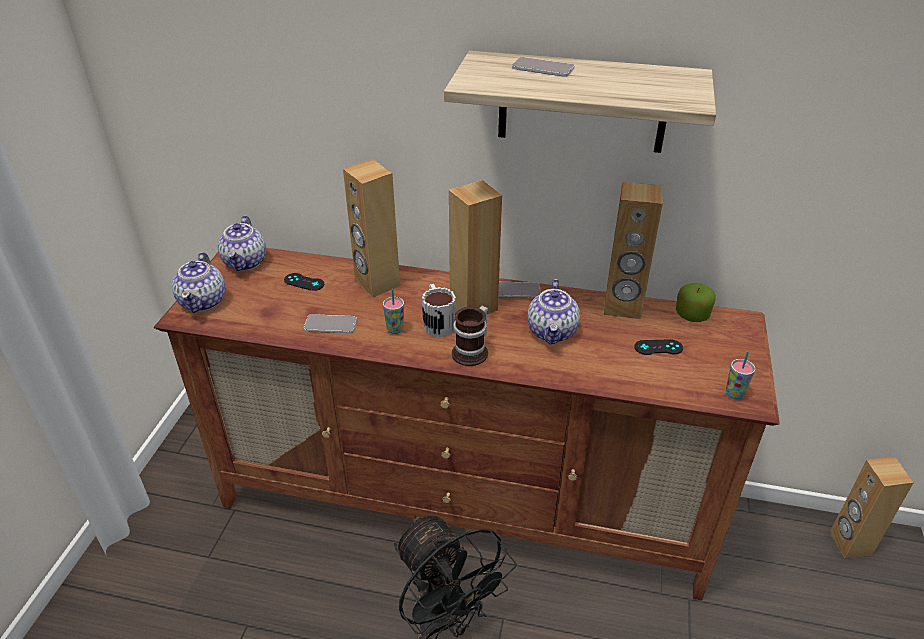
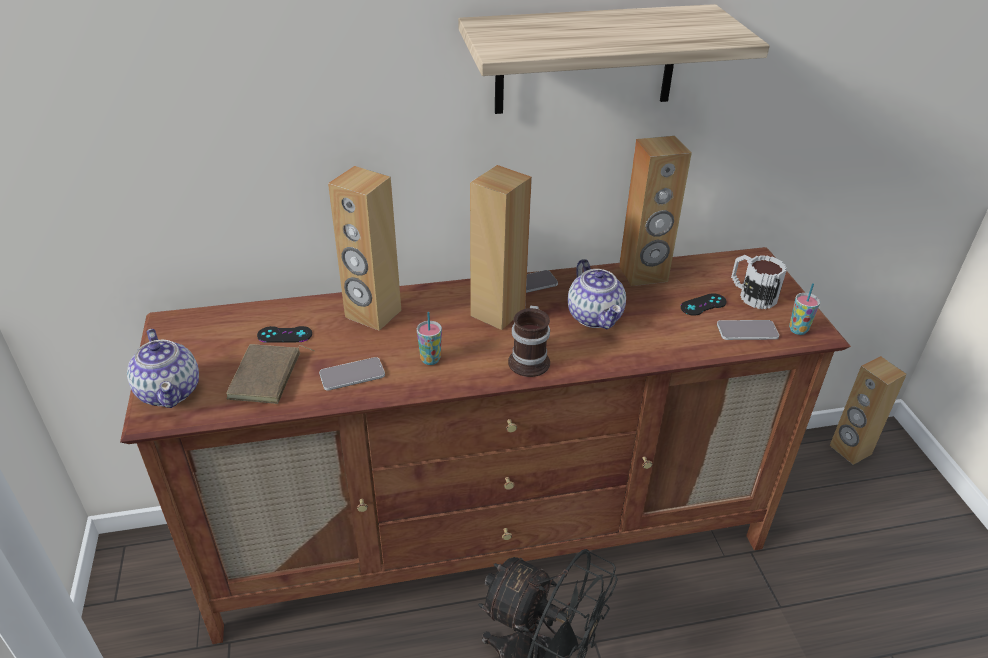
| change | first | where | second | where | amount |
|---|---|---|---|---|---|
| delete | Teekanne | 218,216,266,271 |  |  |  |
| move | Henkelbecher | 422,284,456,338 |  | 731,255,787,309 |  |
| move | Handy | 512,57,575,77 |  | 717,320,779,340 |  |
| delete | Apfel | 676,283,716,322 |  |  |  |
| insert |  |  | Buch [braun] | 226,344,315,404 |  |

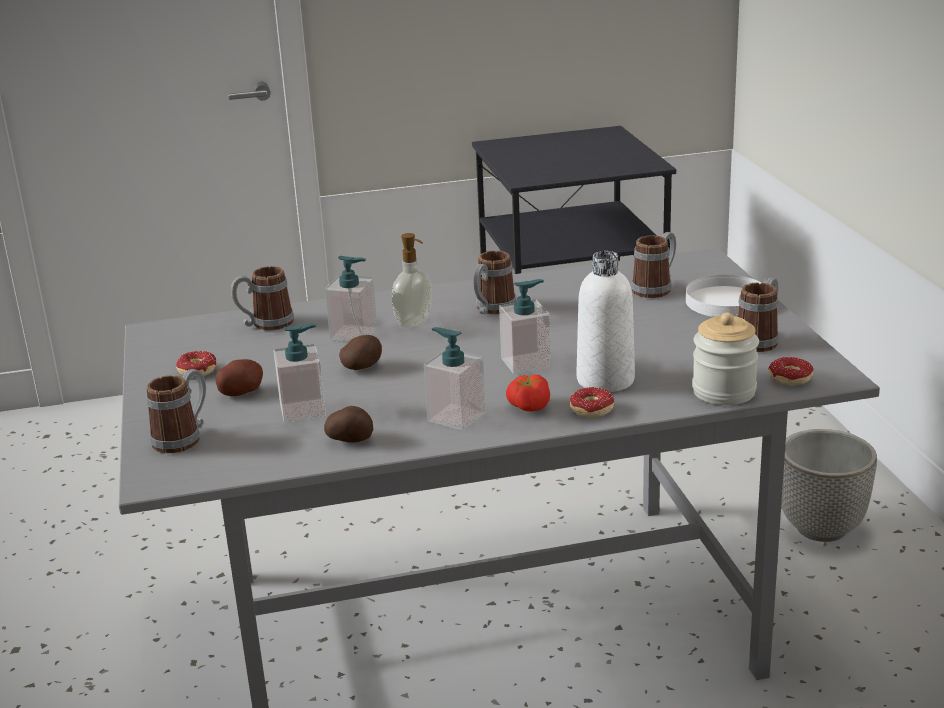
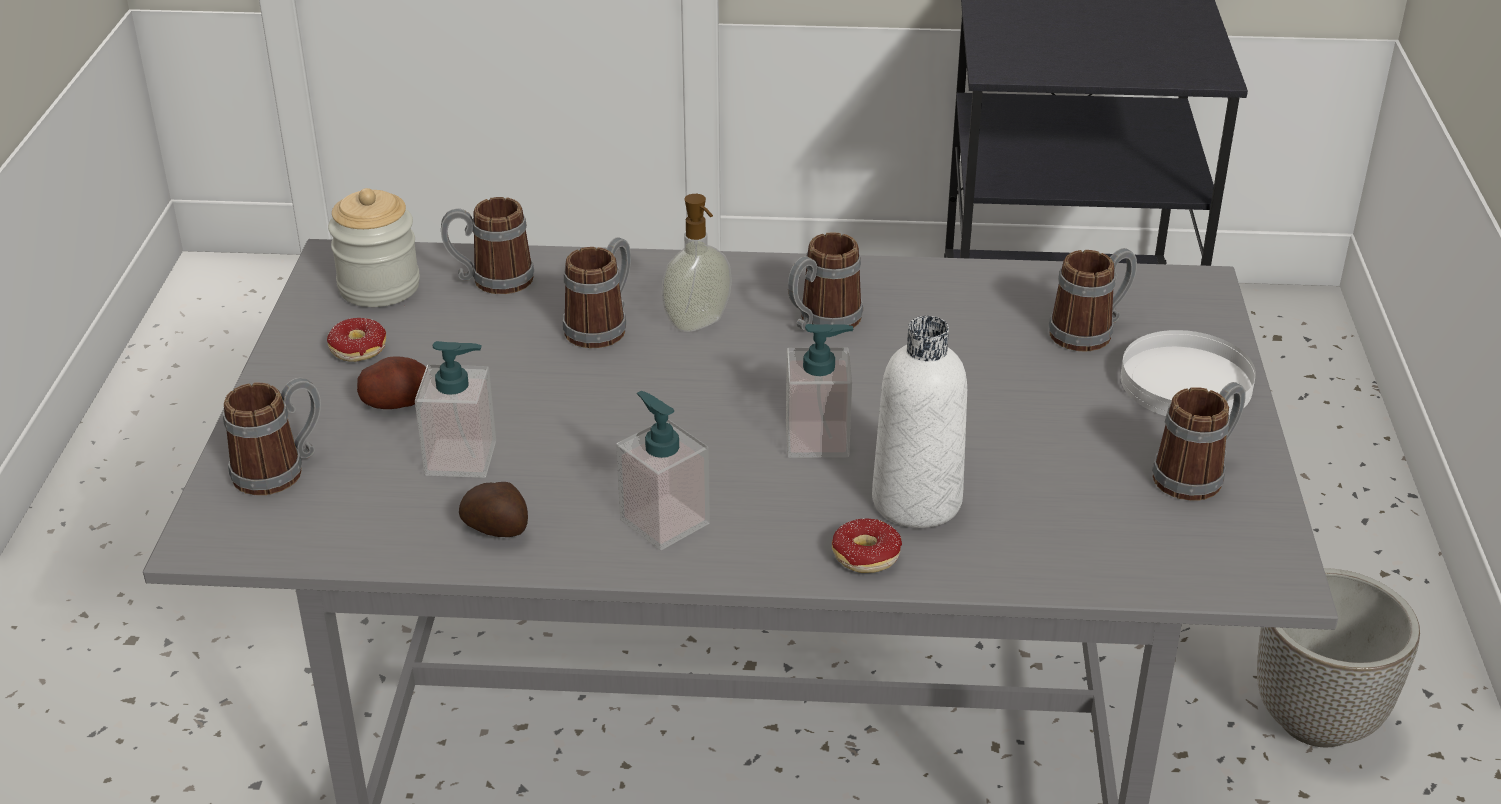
| change | first | where | second | where | amount |
|---|---|---|---|---|---|
| replace | Seifenspender | 325,256,378,342 | Henkelbecher | 563,238,631,348 |  |
| delete | Kartoffel | 339,335,382,370 |  |  |  |
| delete | Tomate | 506,374,550,412 |  |  |  |
| move | Vorratsglas | 692,312,759,405 |  | 328,188,420,307 |  |
| delete | Donut | 768,357,814,385 |  |  |  |

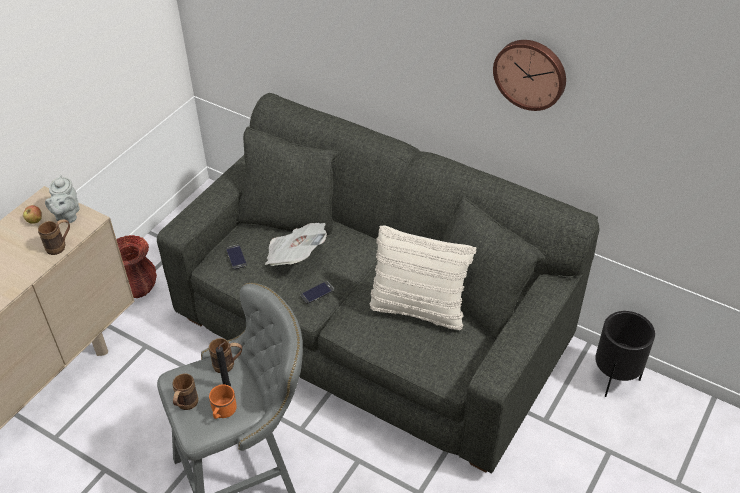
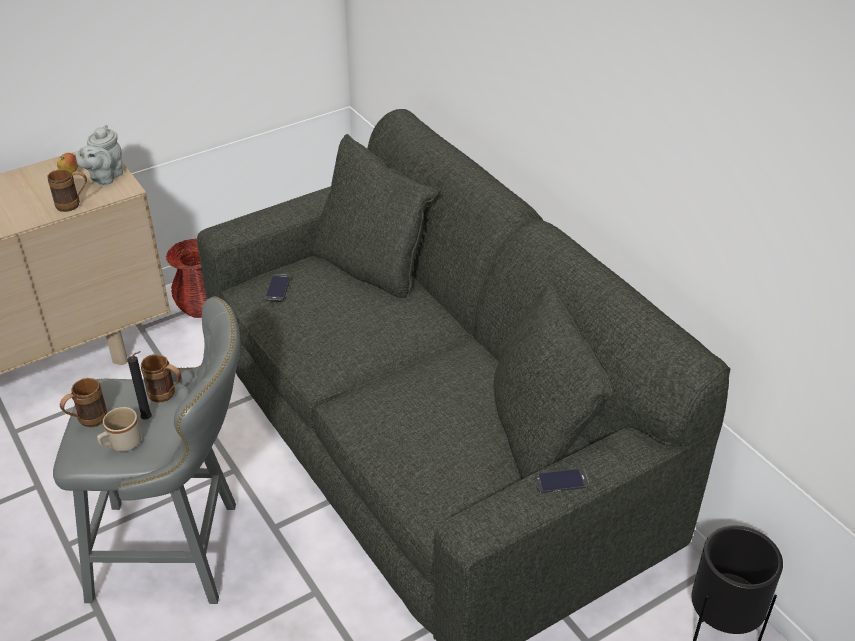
| change | first | where | second | where | amount |
|---|---|---|---|---|---|
| recolor | Henkelbecher [orange] | 209,384,237,419 | Henkelbecher [beige] | 97,407,141,452 |  |
| delete | Zeitung | 265,223,327,266 |  |  |  |
| move | Handy | 301,281,334,304 |  | 534,468,589,493 |  |
| delete | Kissen [beige] | 370,225,477,330 |  |  |  |
| delete | Wanduhr | 493,40,566,111 |  |  |  |

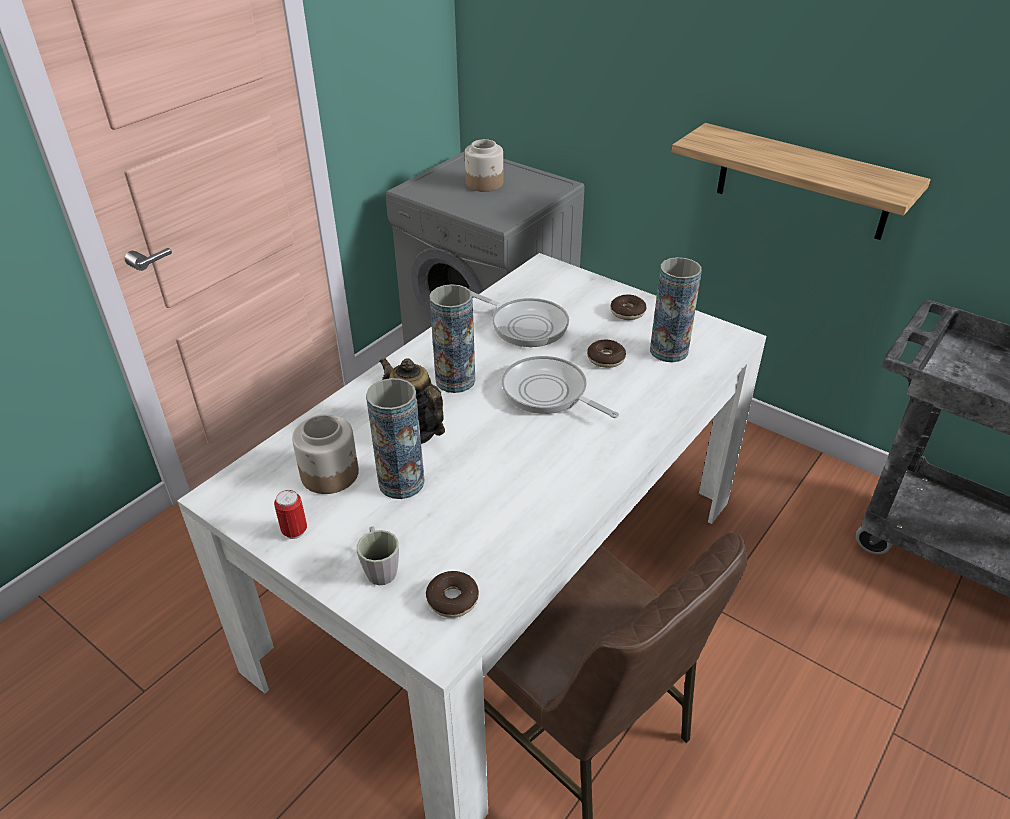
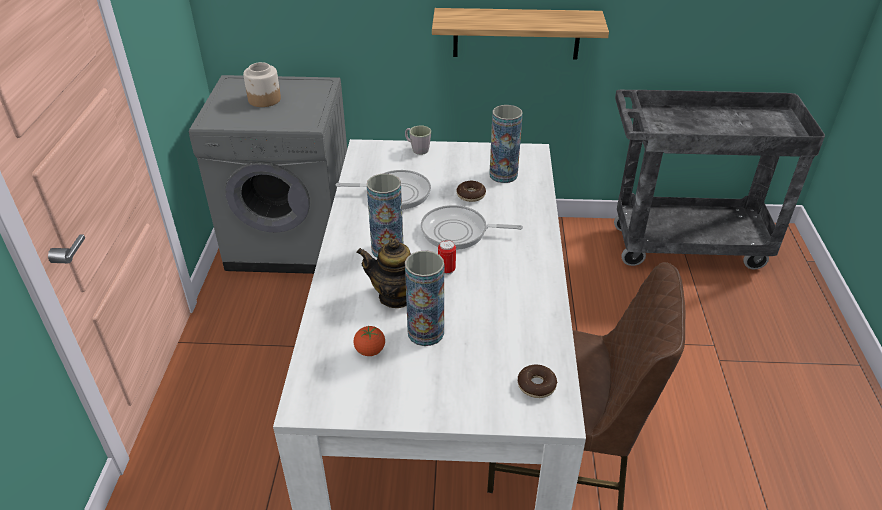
| change | first | where | second | where | amount |
|---|---|---|---|---|---|
| move | Dose | 274,490,307,539 |  | 438,240,456,275 |  |
| replace | Vorratsglas | 292,415,359,494 | Tomate | 354,325,385,356 |  |
| move | Henkelbecher [grau] | 357,526,399,585 |  | 405,126,431,155 |  |
| delete | Donut | 610,294,647,320 |  |  |  |

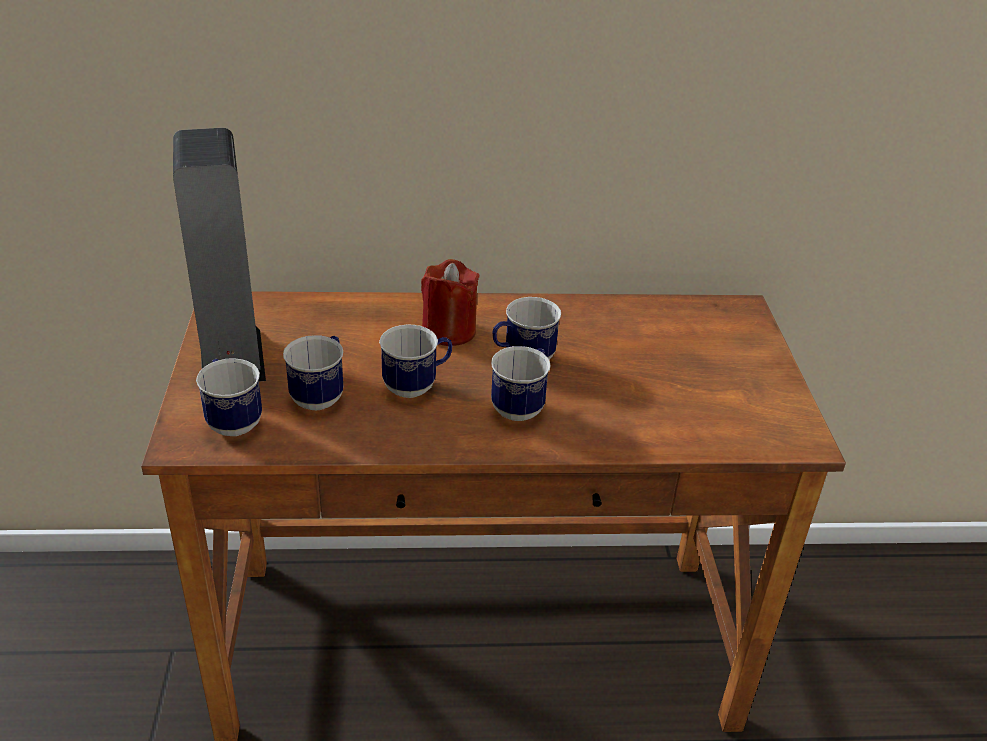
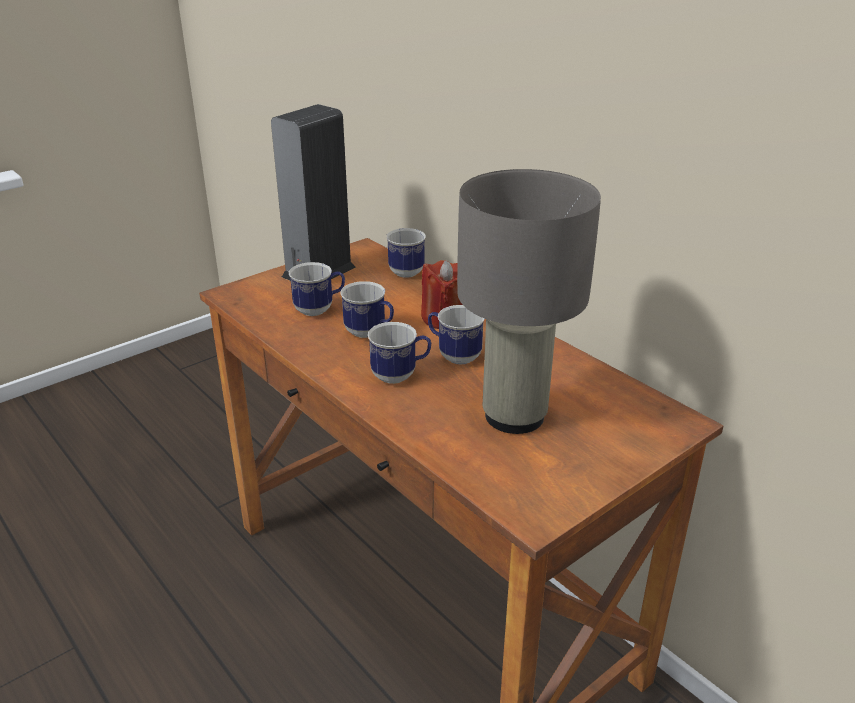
| change | first | where | second | where | amount |
|---|---|---|---|---|---|
| move | Henkelbecher | 196,359,262,436 |  | 386,228,426,278 |  |
| insert |  |  | Tischlampe [grau] | 457,169,601,434 |  |

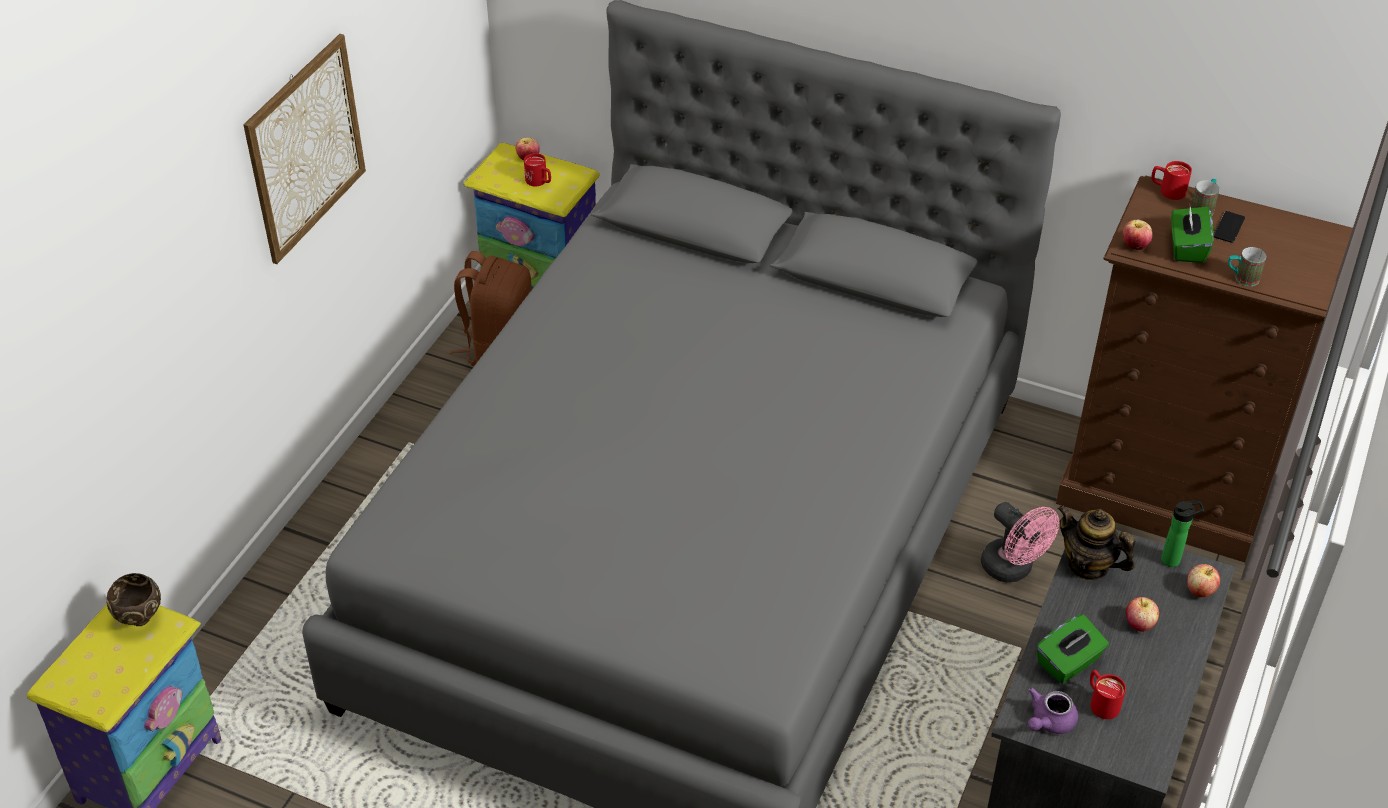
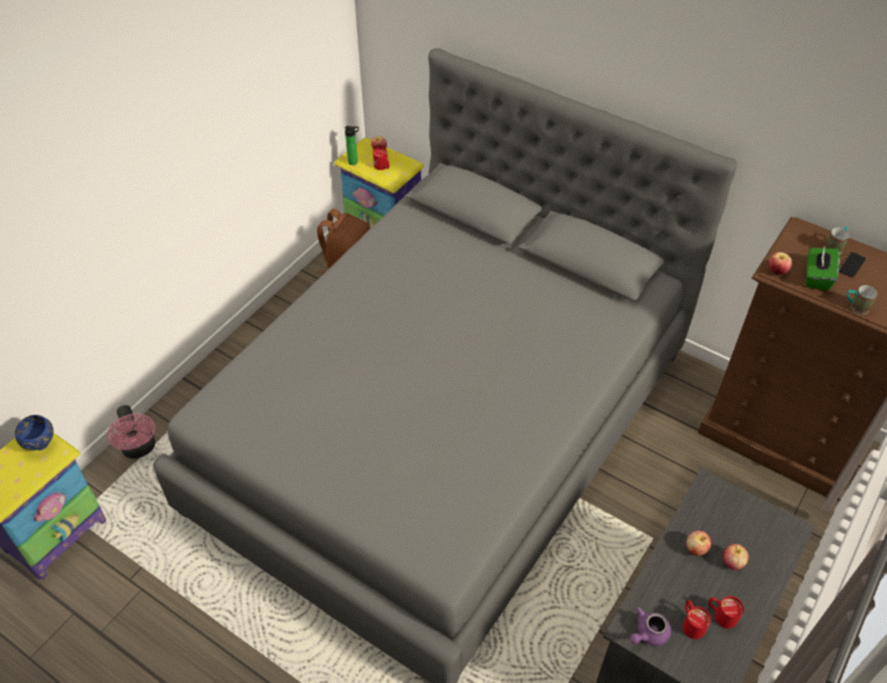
| change | first | where | second | where | amount |
|---|---|---|---|---|---|
| recolor | Schüssel [braun] | 106,573,161,626 | Schüssel [blau] | 15,415,54,451 |  |
| delete | Bild | 243,34,366,264 |  |  |  |
| move | Ventilator [rosa] | 981,502,1059,582 |  | 107,405,155,458 |  |
| delete | Taschentuchbox [grün] | 1036,614,1109,684 |  |  |  |
| delete | Teekanne | 1058,505,1136,581 |  |  |  |
| move | Henkelbecher [rot] | 1151,161,1192,200 |  | 708,596,744,629 |  |
| move | Flasche | 1161,501,1204,567 |  | 344,126,359,165 |  |
| move | Apfel | 1187,564,1220,597 |  | 686,530,711,556 |  |

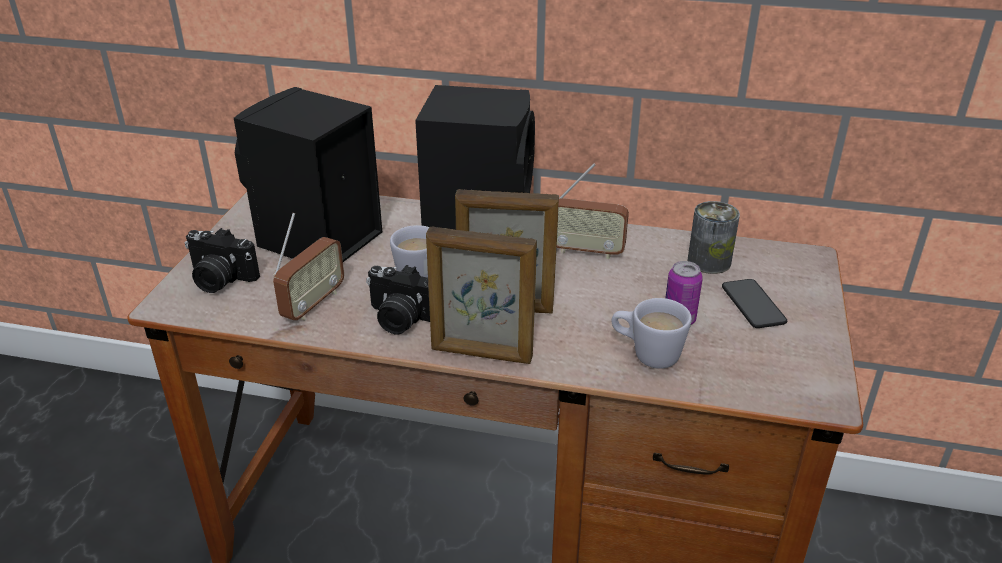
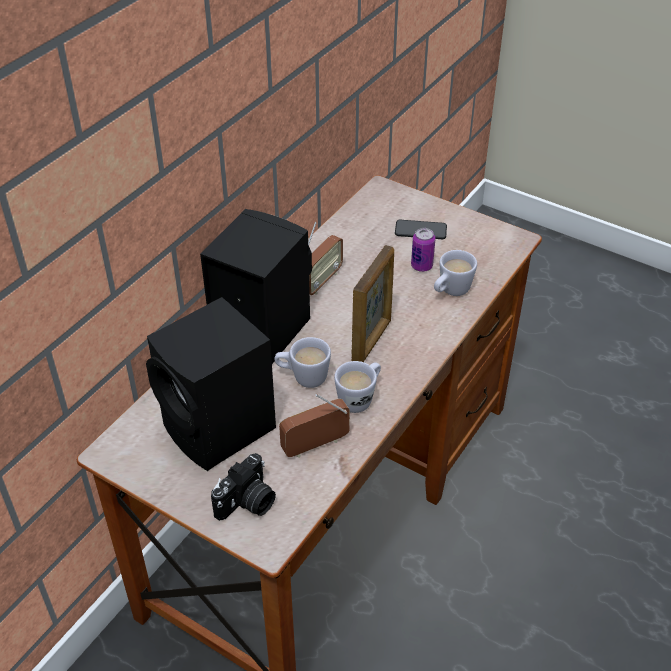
| change | first | where | second | where | amount |
|---|---|---|---|---|---|
| rotate | Radio | 273,213,344,321 |  | 279,394,350,458 | 75 degrees counterclockwise |
| replace | Kamera | 366,265,430,334 | Henkelbecher [weiß] | 334,361,381,413 |  |
| delete | Bilderrahmen | 426,226,537,364 |  |  |  |
| delete | Dose | 687,201,740,274 |  |  |  |

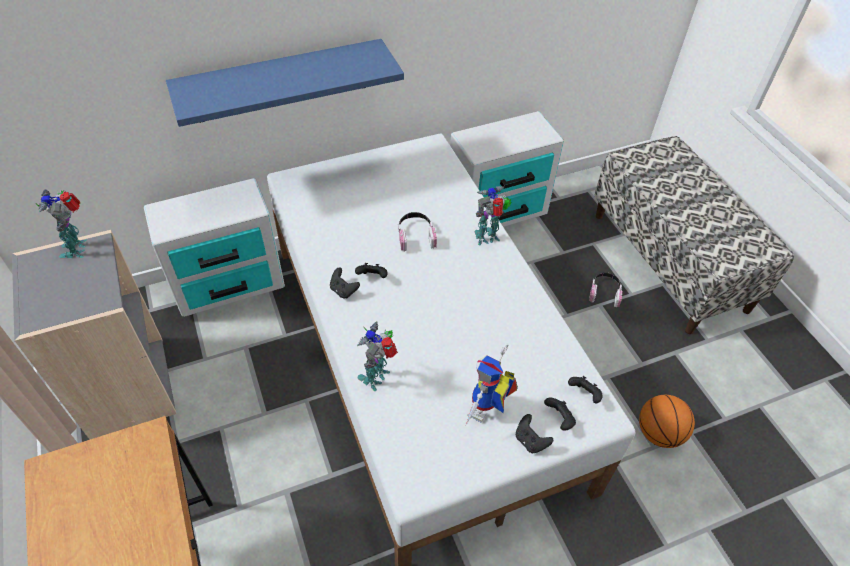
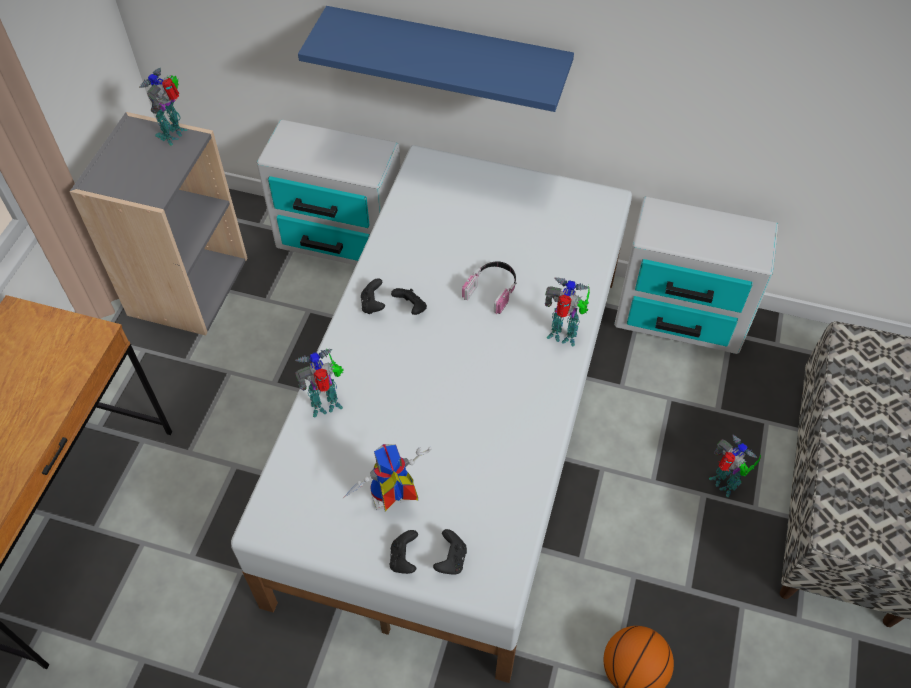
| change | first | where | second | where | amount |
|---|---|---|---|---|---|
| delete | Gamepad [schwarz] | 568,376,603,403 |  |  |  |
| replace | Kopfhörer | 589,272,622,308 | Spielzeugroboter | 709,434,761,497 |  |

